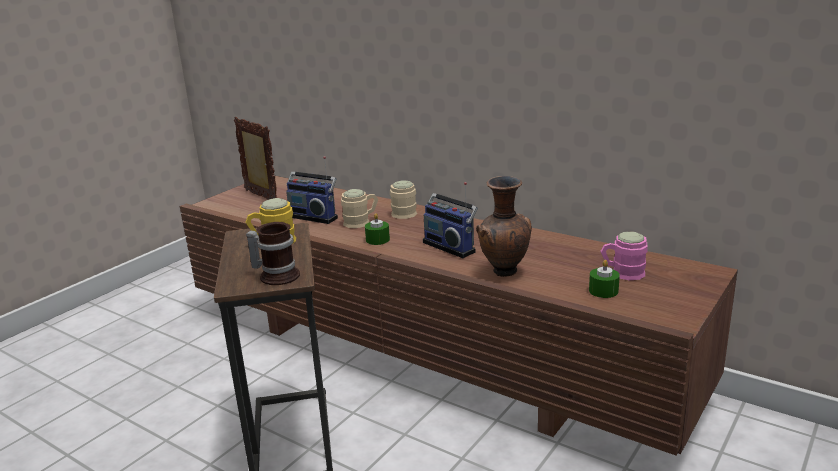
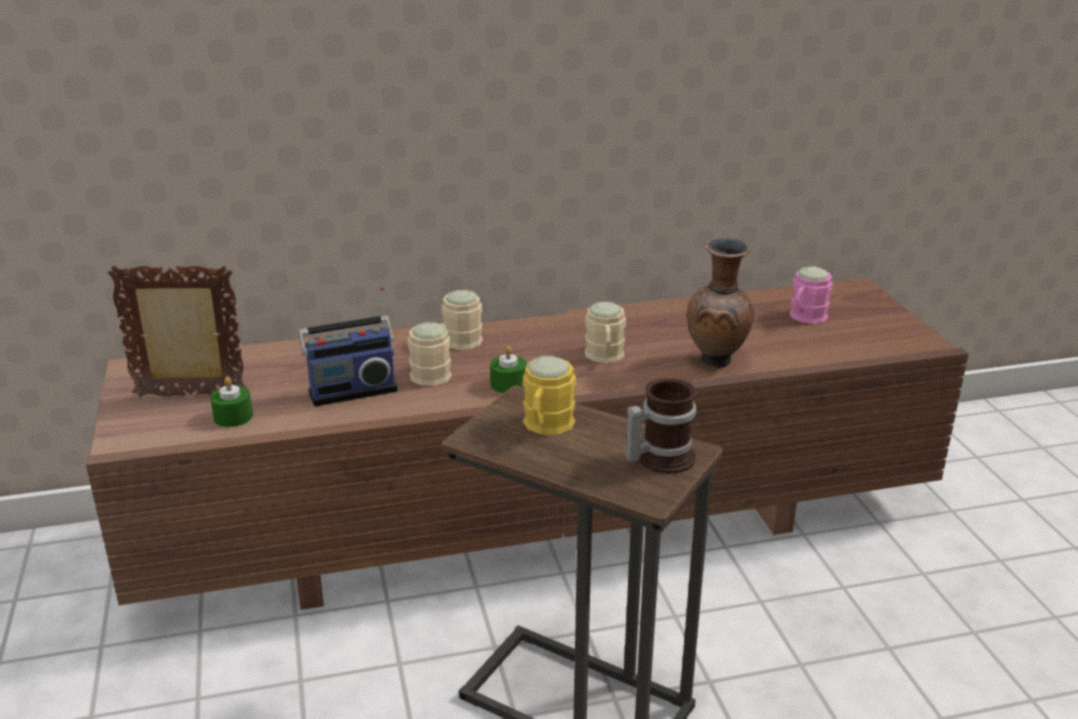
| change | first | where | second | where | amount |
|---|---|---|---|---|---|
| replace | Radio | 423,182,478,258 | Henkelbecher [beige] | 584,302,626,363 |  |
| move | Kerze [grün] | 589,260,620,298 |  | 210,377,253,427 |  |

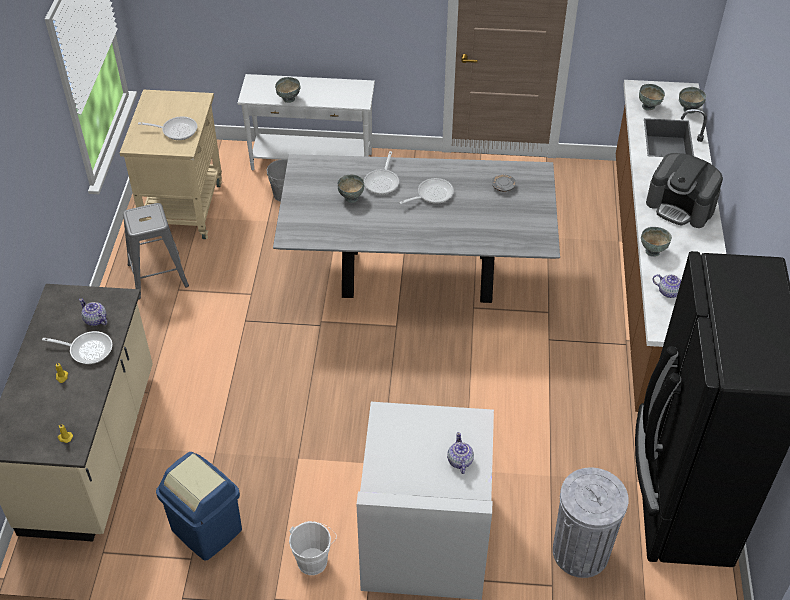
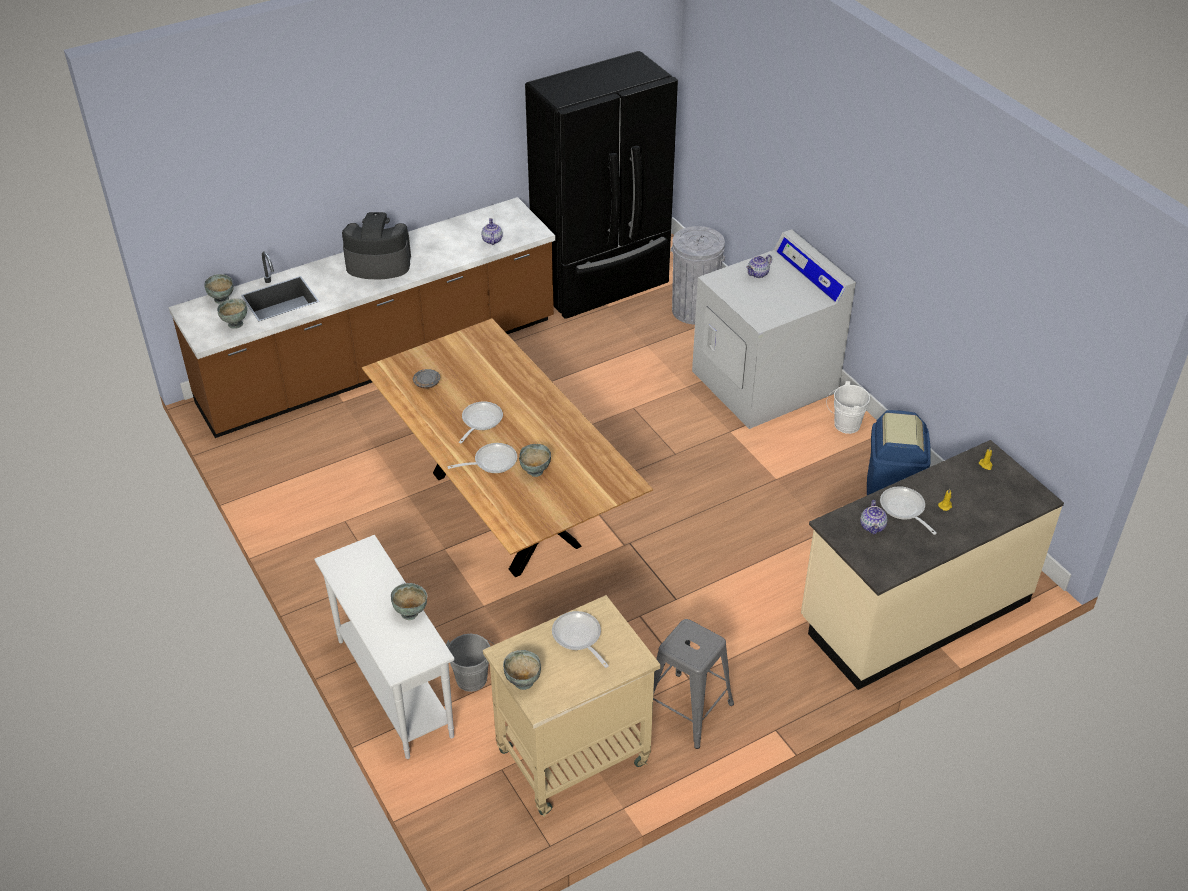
| change | first | where | second | where | amount |
|---|---|---|---|---|---|
| recolor | Esstisch [grau] | 273,154,560,303 | Esstisch [braun] | 362,318,653,577 |  |
| rotate | Pfanne | 399,178,454,204 |  | 459,401,503,443 | 90 degrees clockwise |
| move | Schüssel [grau] | 641,227,672,257 |  | 503,650,541,690 |  |
| rotate | Kaffeemaschine | 646,153,723,228 |  | 342,212,411,279 | 90 degrees counterclockwise |

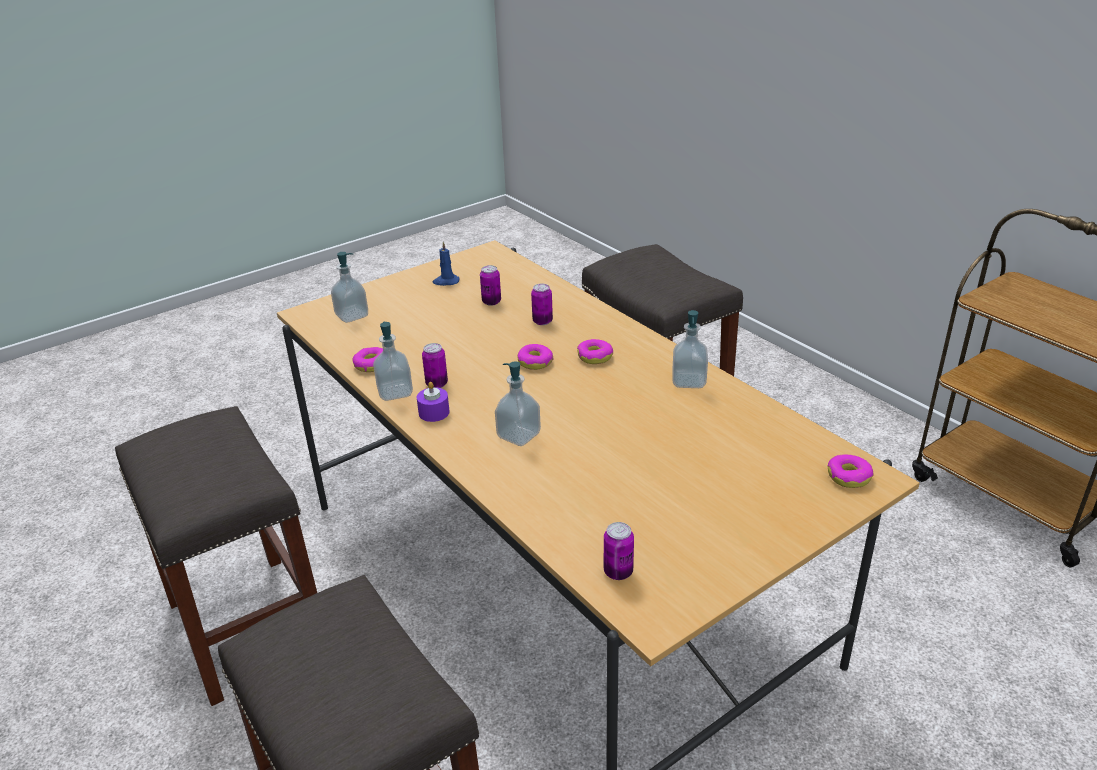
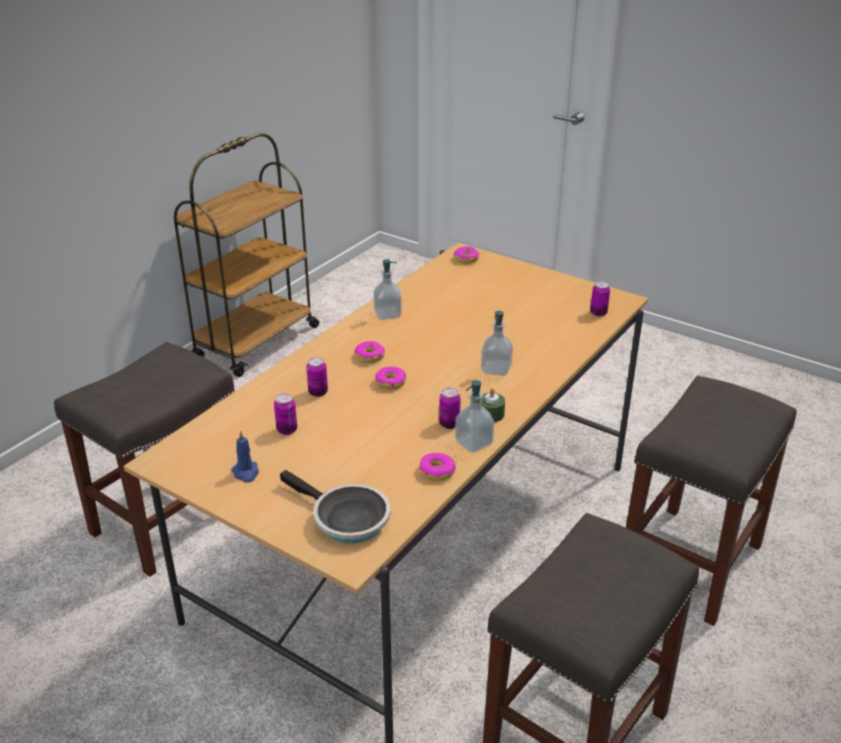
| change | first | where | second | where | amount |
|---|---|---|---|---|---|
| replace | Seifenspender | 331,252,368,323 | Pfanne | 280,470,391,544 |  |
| recolor | Kerze [lila] | 417,382,450,422 | Kerze [grün] | 481,388,505,422 |  |

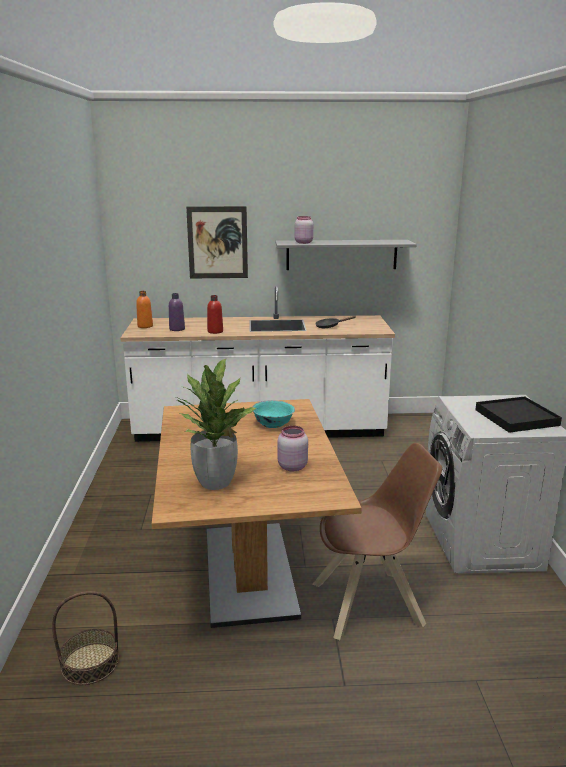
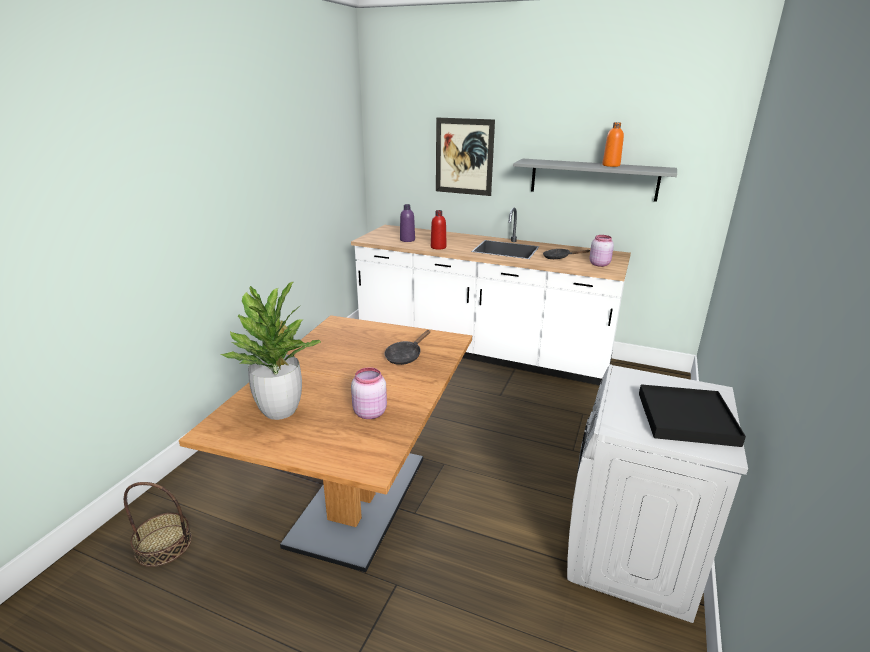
| change | first | where | second | where | amount |
|---|---|---|---|---|---|
| move | Flasche [orange] | 136,291,153,328 |  | 602,122,624,167 |  |
| replace | Schüssel [türkis] | 252,400,295,428 | Pfanne [schwarz] | 385,330,430,365 |  |
| move | Vorratsglas [rosa] | 294,216,313,244 |  | 589,235,614,267 |  |
| delete | Stuhl [braun] | 313,443,442,640 |  |  |  |

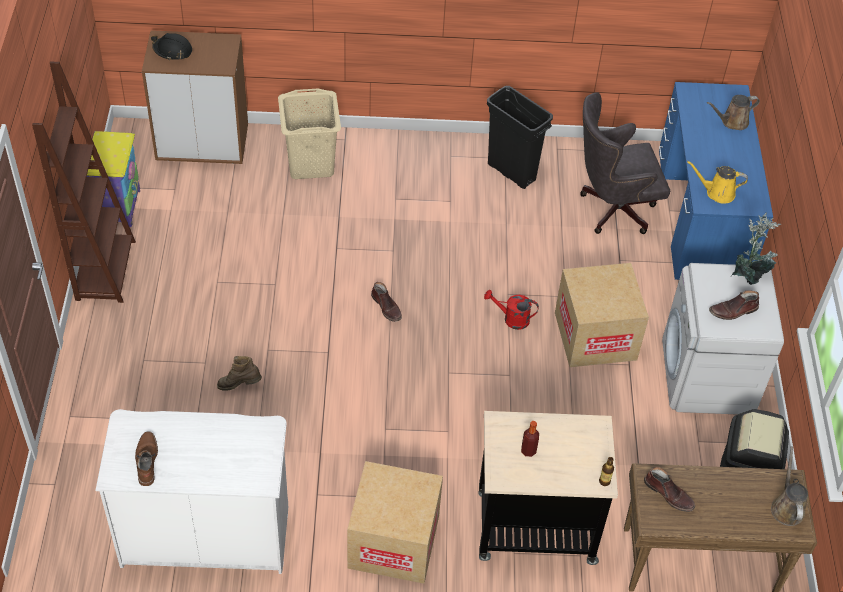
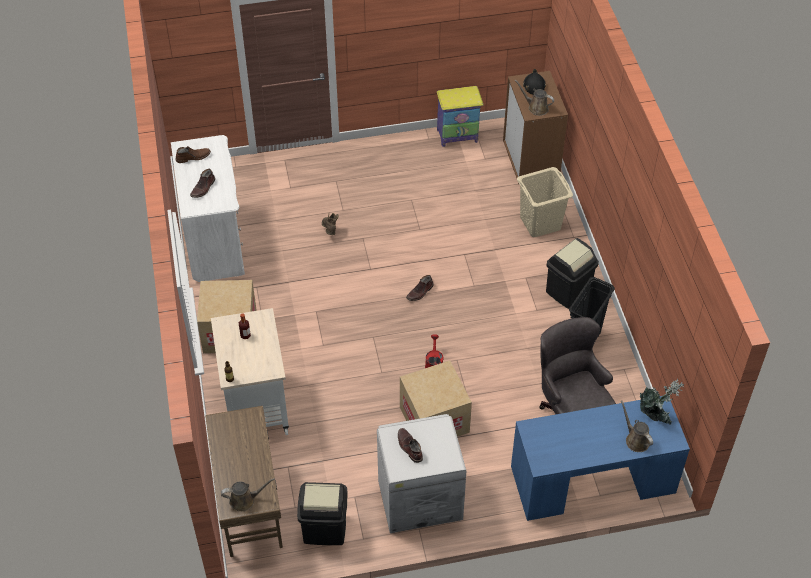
| change | first | where | second | where | amount |
|---|---|---|---|---|---|
| delete | Bücherregal [braun] | 32,61,136,303 |  |  |  |
| recolor | Rollwagen [schwarz] | 479,411,618,565 | Rollwagen [weiß] | 211,308,289,435 |  |
| move | Stiefel [braun] | 644,467,695,512 |  | 190,169,215,198 |  |
| delete | Gießkanne [gelb] | 687,161,748,204 |  |  |  |
| move | Topfpflanze | 730,212,781,285 |  | 640,378,684,425 |  |
| insert |  |  | Gießkanne [braun] | 515,80,554,116 |  |
| insert |  |  | Mülleimer [schwarz] | 546,238,599,309 |  |

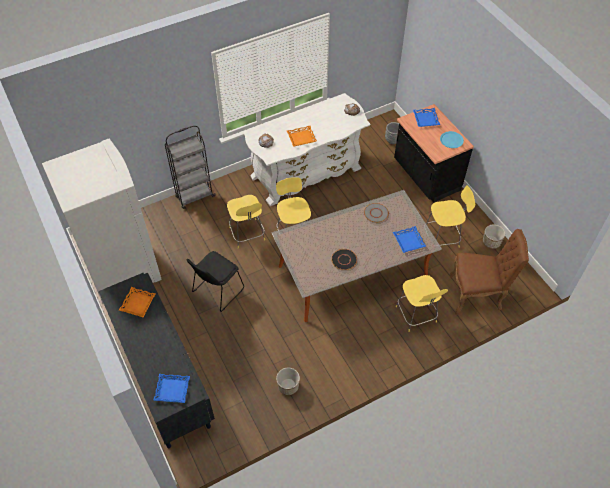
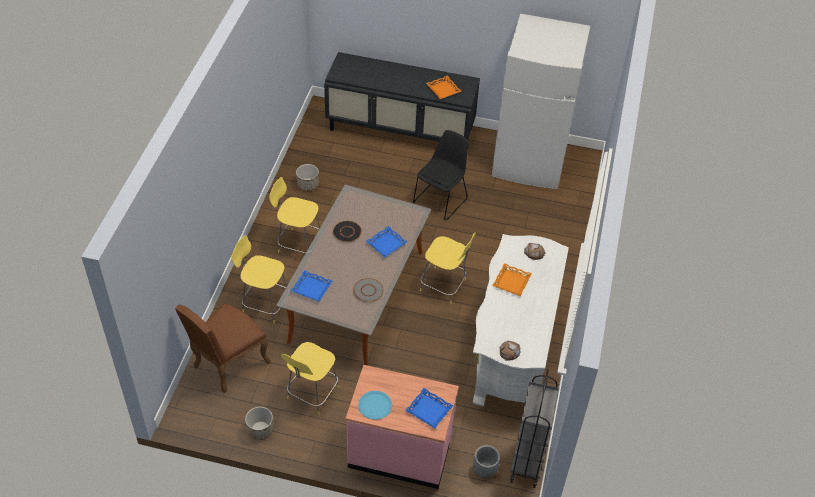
| change | first | where | second | where | amount |
|---|---|---|---|---|---|
| move | Tablett [blau] | 153,374,190,403 |  | 366,226,408,257 |  |
| move | Rollwagen [grau] | 165,126,216,209 |  | 510,369,559,488 |  |
| rotate | Stuhl [schwarz] | 186,251,244,312 |  | 413,130,469,220 | 45 degrees clockwise |
| move | Hocker [gelb] | 227,195,265,249 |  | 269,177,320,253 |  |
| recolor | Küchenzeile [schwarz] | 394,104,474,203 | Küchenzeile [rosa] | 346,365,459,489 |  |

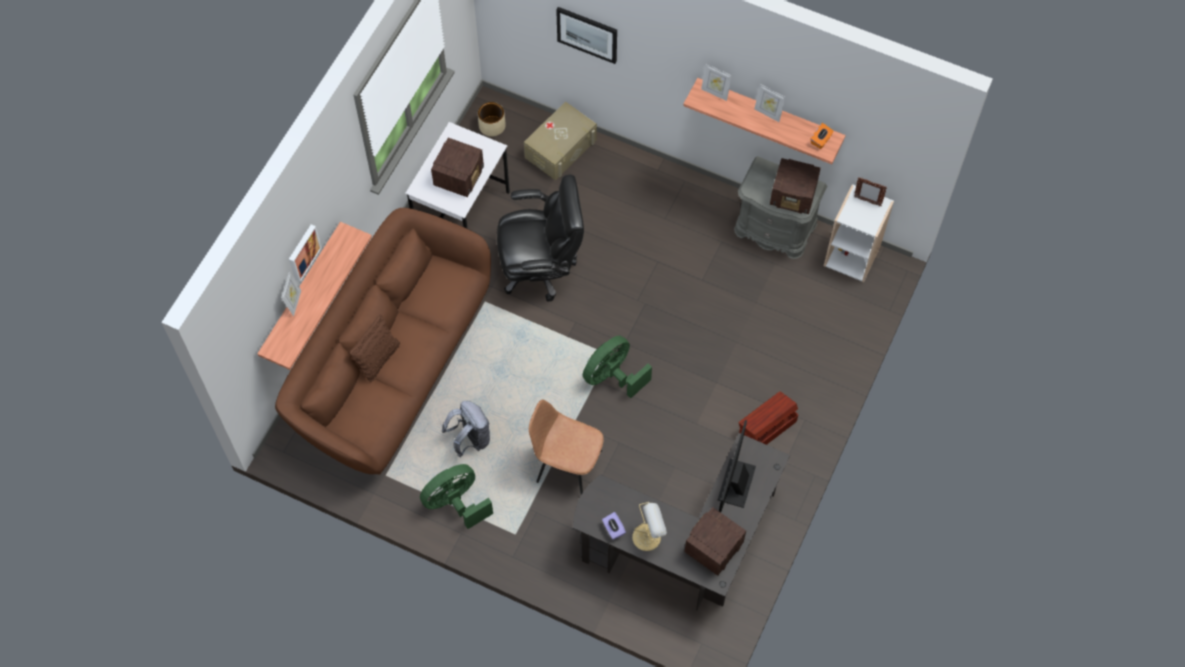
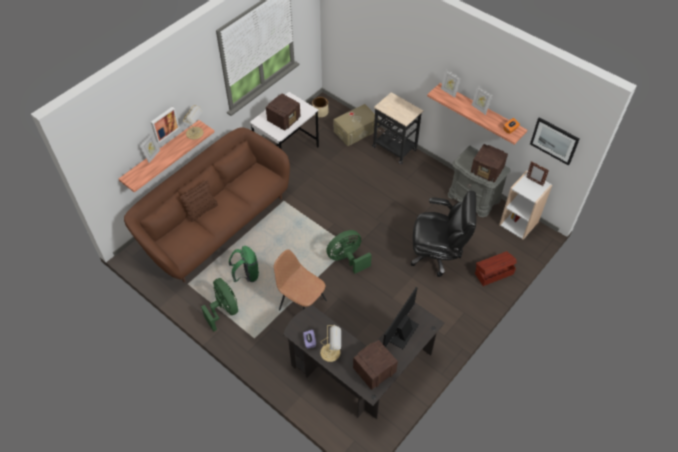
| change | first | where | second | where | amount |
|---|---|---|---|---|---|
| rotate | Ventilator [grün] | 420,464,493,529 |  | 201,278,238,332 | 75 degrees clockwise |
| recolor | Rucksack [grau] | 442,401,490,457 | Rucksack [grün] | 229,246,259,282 |  |
| move | Bürostuhl [schwarz] | 497,174,584,302 |  | 411,191,476,277 |  |
| move | Bild | 556,7,617,64 |  | 530,117,580,166 |  |
| move | Aufbewahrungsbox [braun] | 738,391,798,445 |  | 475,251,517,286 |  |
| insert |  |  | Tischlampe | 183,105,203,139 |  |
| insert |  |  | Rollwagen | 372,92,423,164 |  |

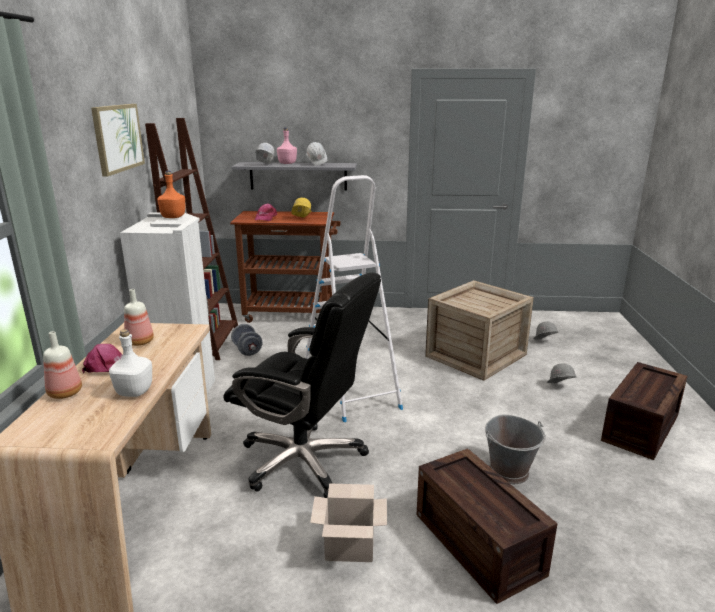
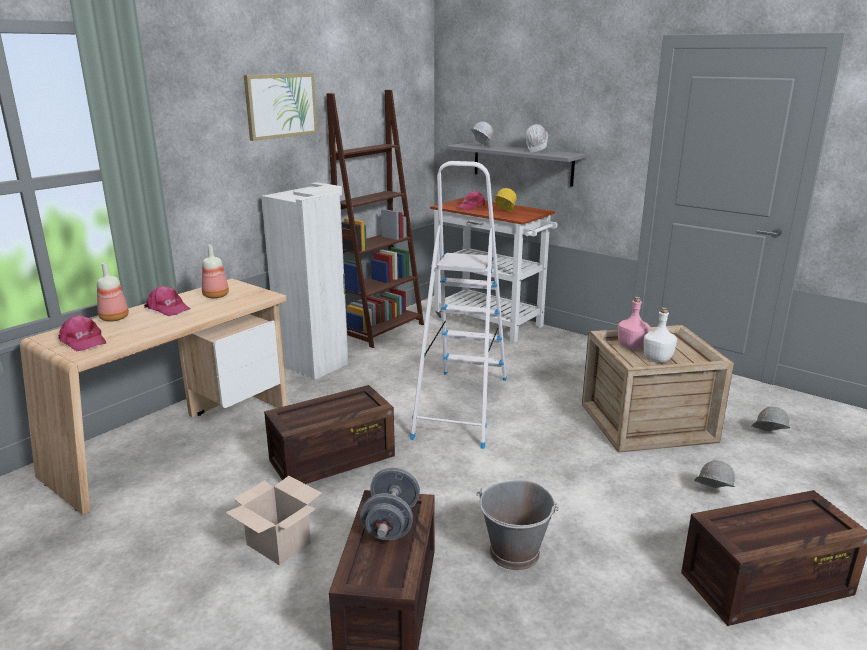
| change | first | where | second | where | amount |
|---|---|---|---|---|---|
| move | Flasche [weiß] | 109,329,152,397 |  | 644,307,677,362 |  |
| delete | Flasche [orange] | 157,171,185,218 |  |  |  |
| replace | Bürostuhl [schwarz] | 224,273,381,498 | Kiste | 264,385,395,484 |  |
| recolor | Rollwagen [braun] | 230,211,340,323 | Rollwagen [weiß] | 430,198,557,343 |  |
| move | Hantel [grau] | 231,324,262,356 |  | 360,468,420,540 |  |
| move | Flasche [rosa] | 277,128,297,164 |  | 618,297,650,349 |  |
| insert |  |  | Kappe [rosa] | 58,315,106,351 |  |

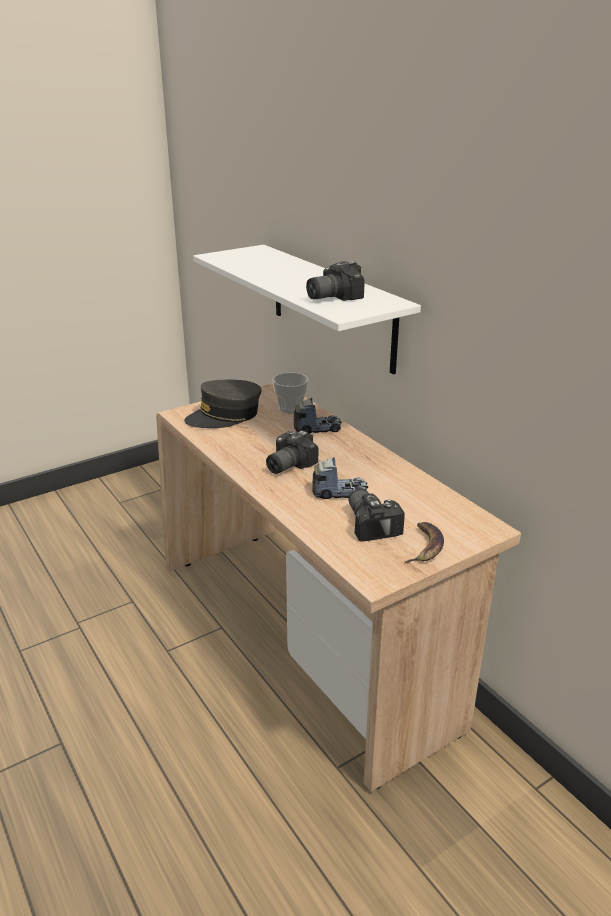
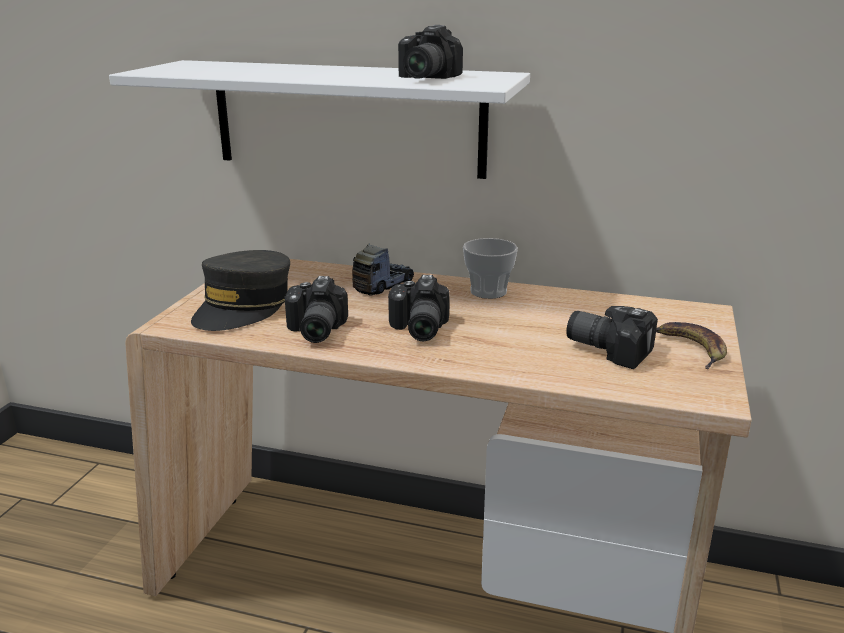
| change | first | where | second | where | amount |
|---|---|---|---|---|---|
| move | Tasse | 273,372,309,414 |  | 463,238,518,299 |  |
| delete | Spielzeuglaster | 312,457,368,499 |  |  |  |
| insert |  |  | Kamera | 284,276,348,343 |  |

